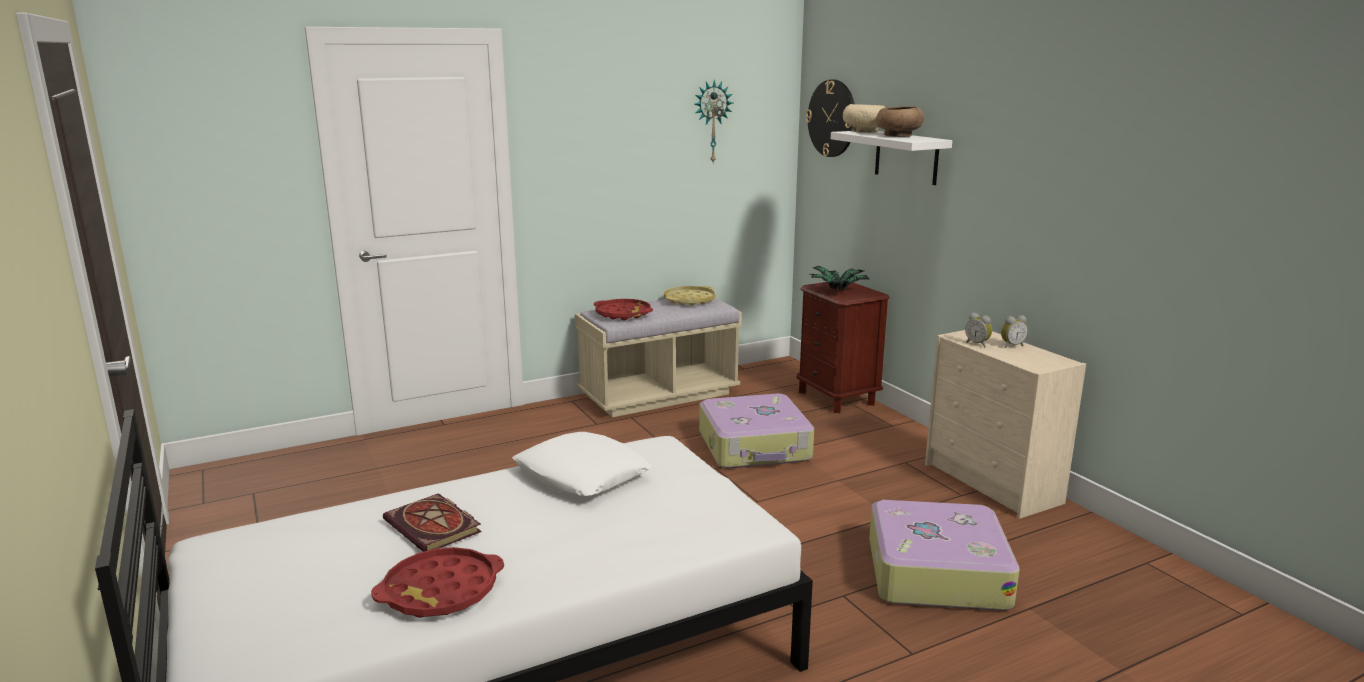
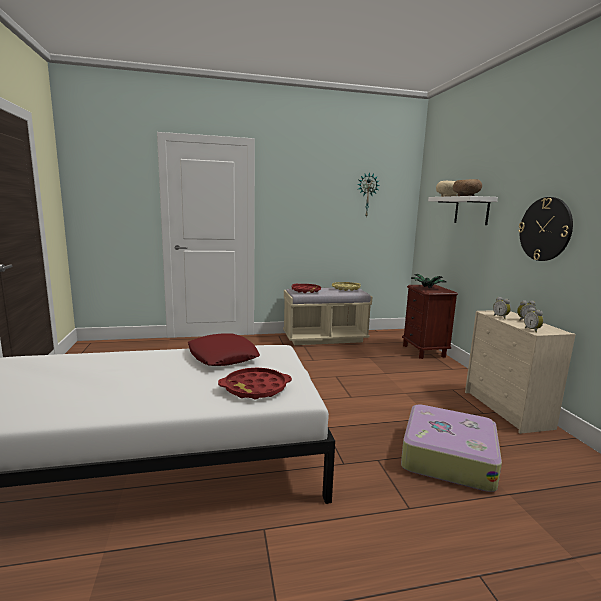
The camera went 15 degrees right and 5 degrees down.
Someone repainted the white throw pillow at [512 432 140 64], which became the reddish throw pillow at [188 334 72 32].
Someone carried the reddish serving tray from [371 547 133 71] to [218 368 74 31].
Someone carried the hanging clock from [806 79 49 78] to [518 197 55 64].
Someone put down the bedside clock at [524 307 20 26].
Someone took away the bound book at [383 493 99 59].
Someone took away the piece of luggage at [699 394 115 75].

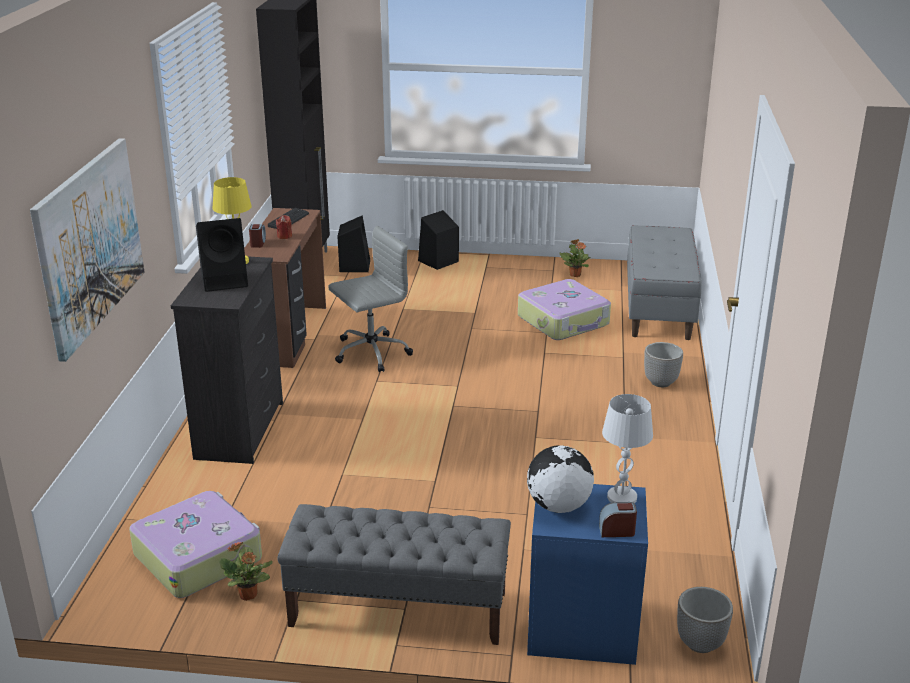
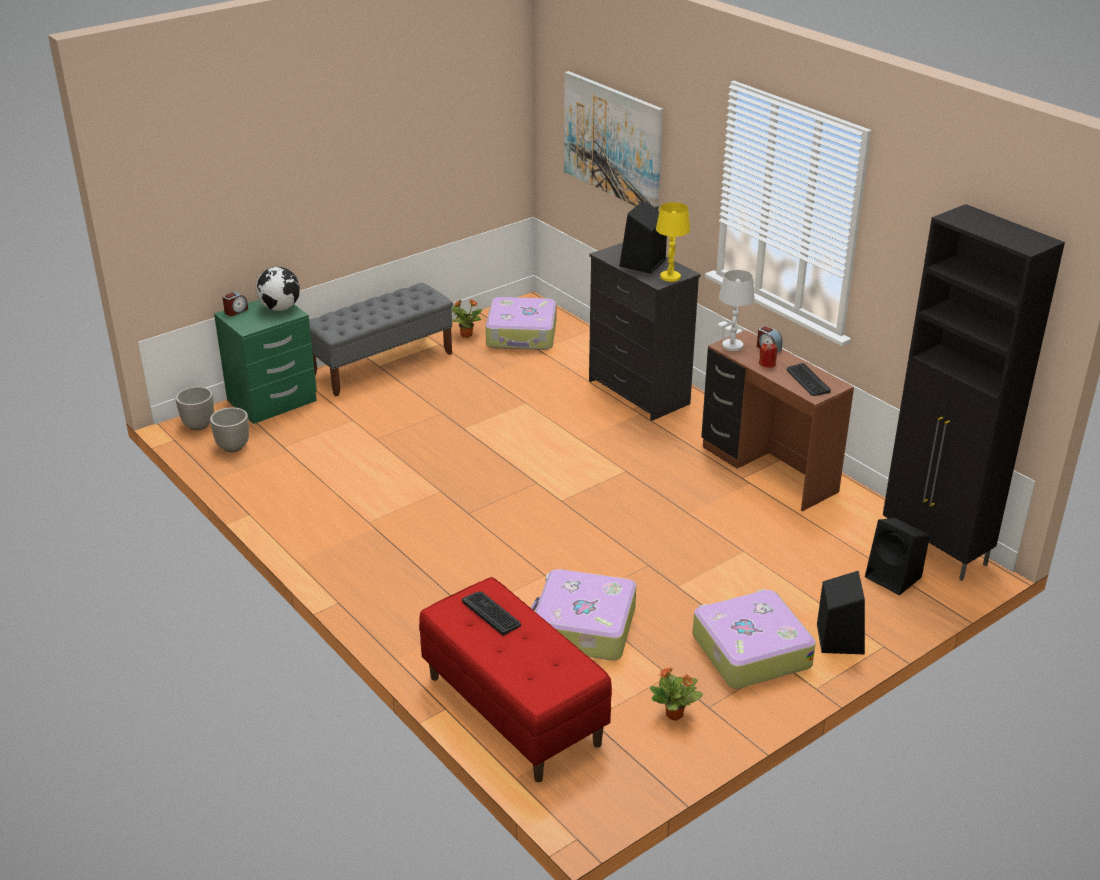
The camera went 135 degrees right and 5 degrees up.
Someone carried the planter from [644 342 39 45] to [210 407 39 45].
Someone repainted the blue-coloured night table at [527 484 121 181], which became the green-coloured night table at [214 300 103 124].
Someone repainted the gray long seat at [627 225 75 115], which became the reddish long seat at [419 577 193 205].
Someone put down the PC keyboard at [462 592 59 44].
Someone put down the piece of luggage at [692 589 124 100].
Someone carried the white tabletop lamp from [602 394 51 109] to [719 270 36 81].
Someone took away the gray computer chair at [328 226 85 146].

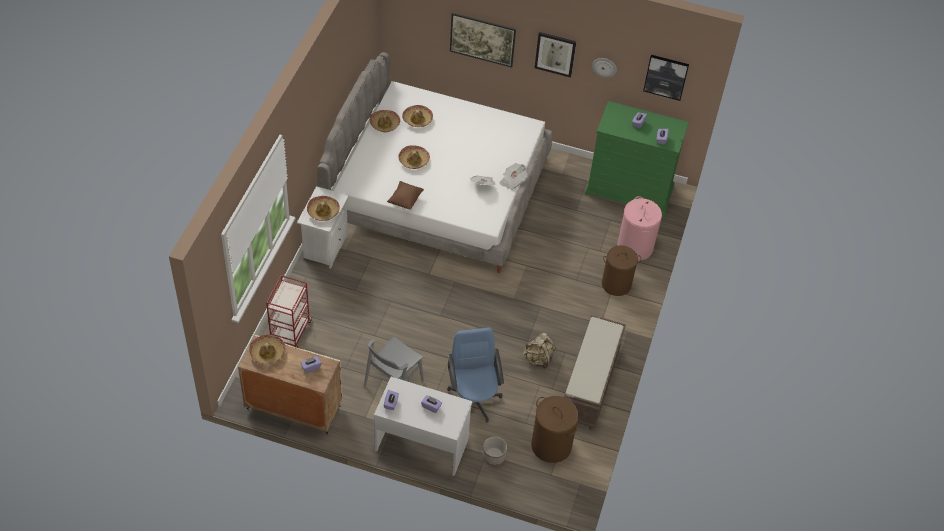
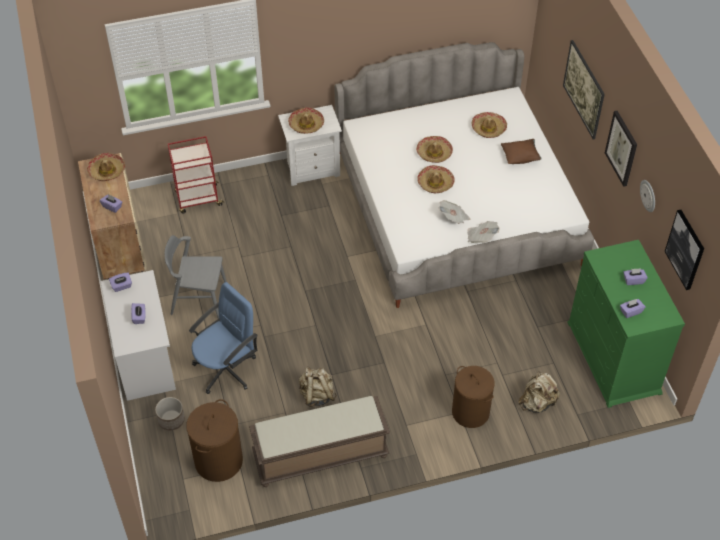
The camera went 60 degrees right and 0 degrees up.
Someone carried the hat from [370 110 31 22] to [417 165 38 28].
Someone carried the brownish throw pillow from [387 181 37 29] to [501 139 41 25].
Someone swapped the pinkish laundry basket at [617 196 45 65] for the beige backpack at [518 371 42 42].

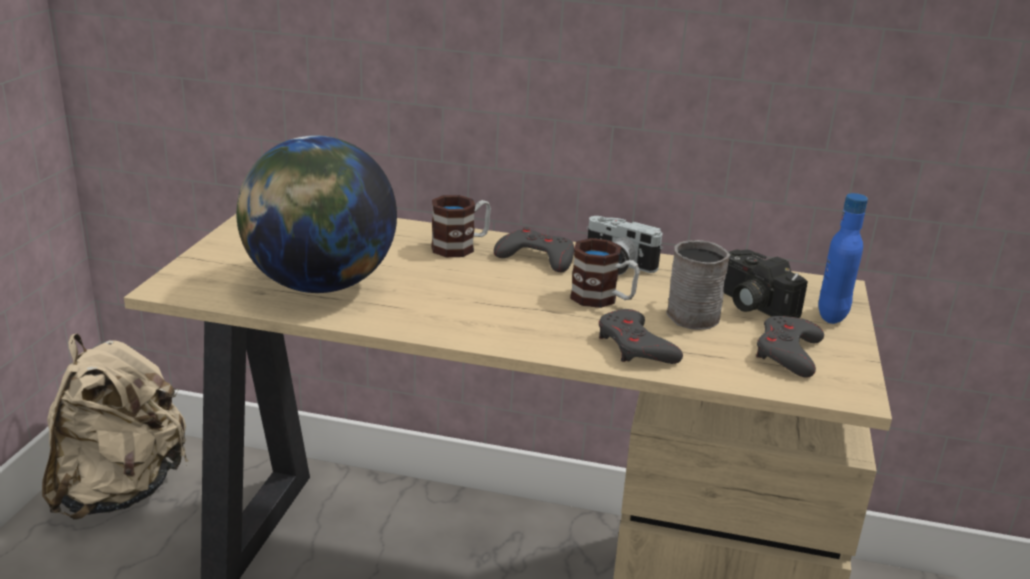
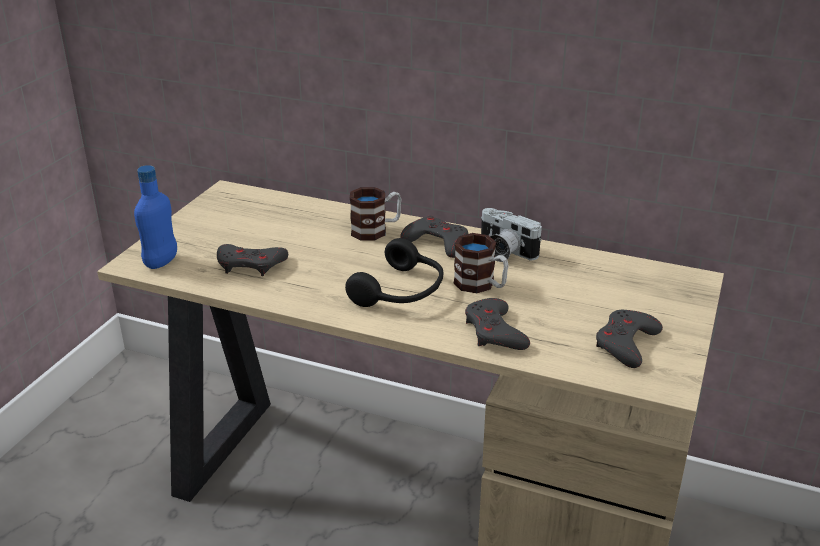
The camera went 10 degrees right and 5 degrees up.
Someone carried the blue-coloured beverage bottle from [818 193 50 131] to [134 165 43 104].
Someone swapped the desk globe at [236 135 161 158] for the gray gamepad at [217 244 71 32].
Someone put down the black pair of headphones at [345 238 98 69].
Someone took away the beige backpack at [42 333 147 187].
Someone took away the gray tea mug at [667 240 63 90].
Someone took away the photo camera at [723 249 85 69].

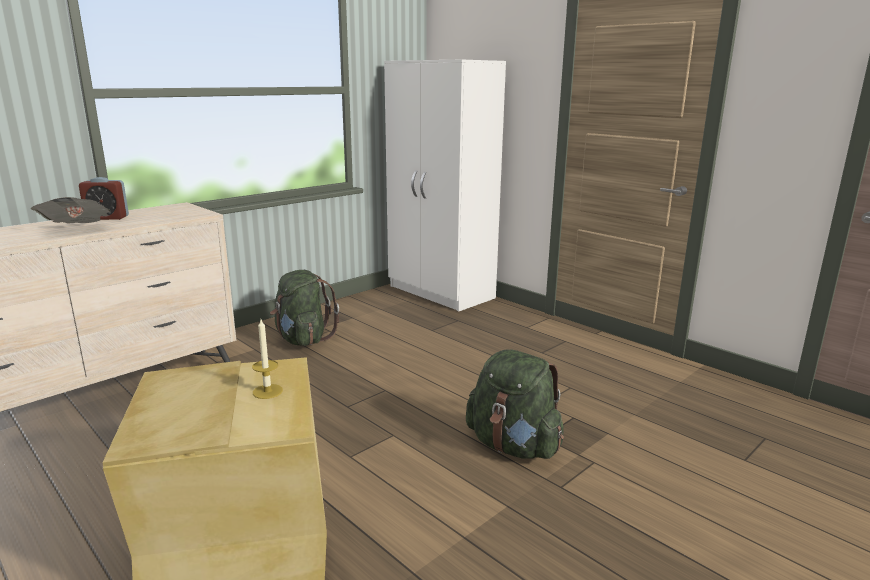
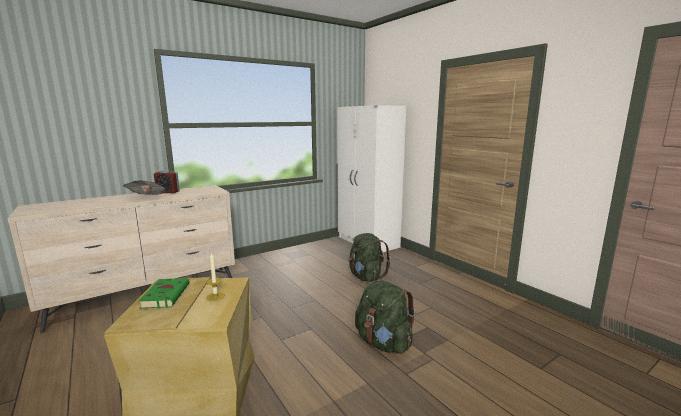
The camera went 10 degrees right and 5 degrees down.
Someone put down the green-coloured bound book at [139 278 50 30].
Someone carried the green-coloured backpack from [270 270 69 76] to [348 233 43 49].

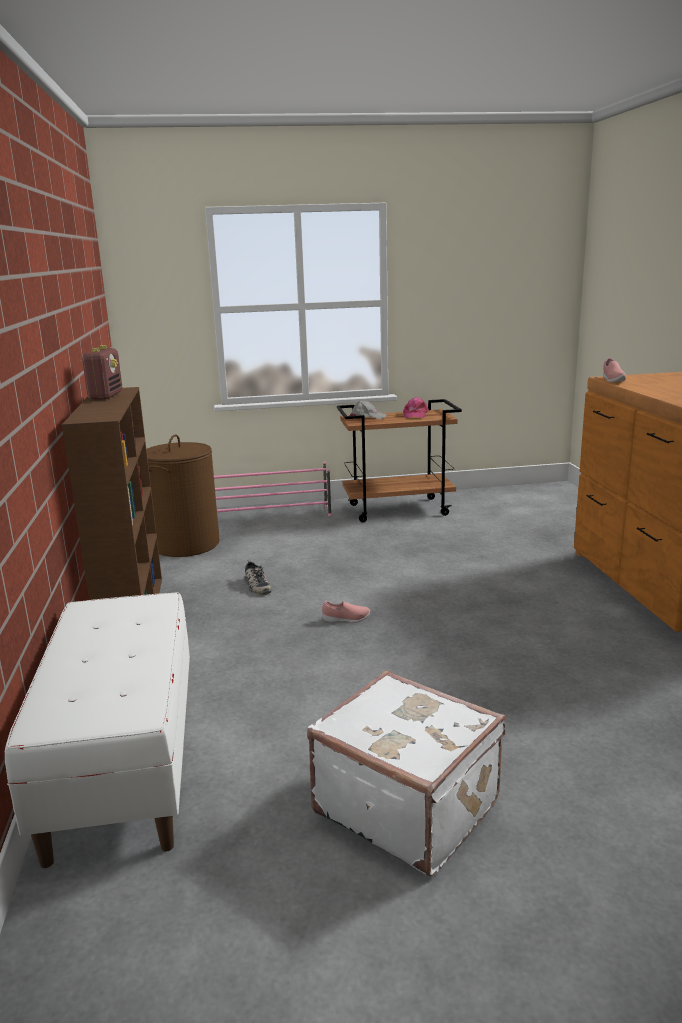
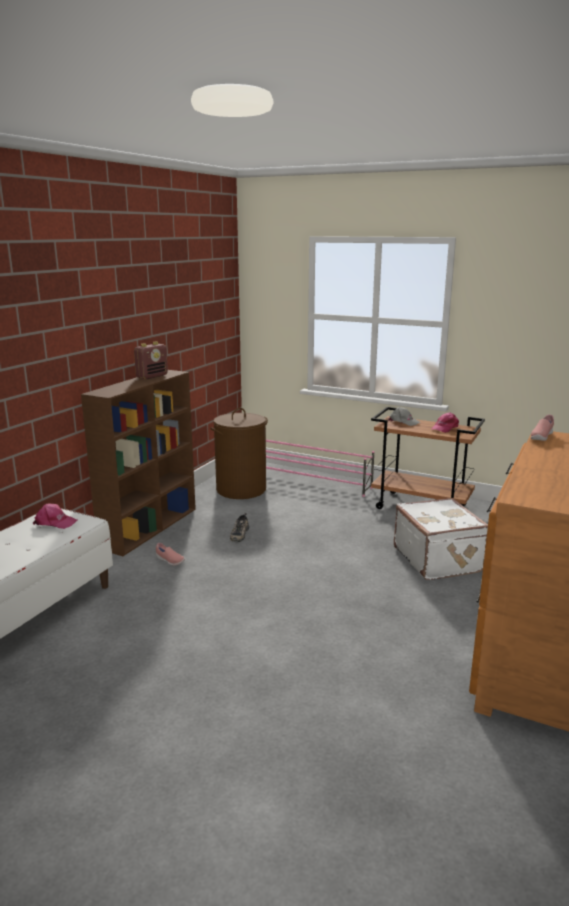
The camera went 35 degrees right and 0 degrees up.
Someone put down the pinkish baseball cap at [33 504 44 25].
Someone carried the pinkish low shoe from [322 601 48 22] to [156 543 29 22].
Someone carried the white piece of luggage from [307 671 199 206] to [394 498 94 82].

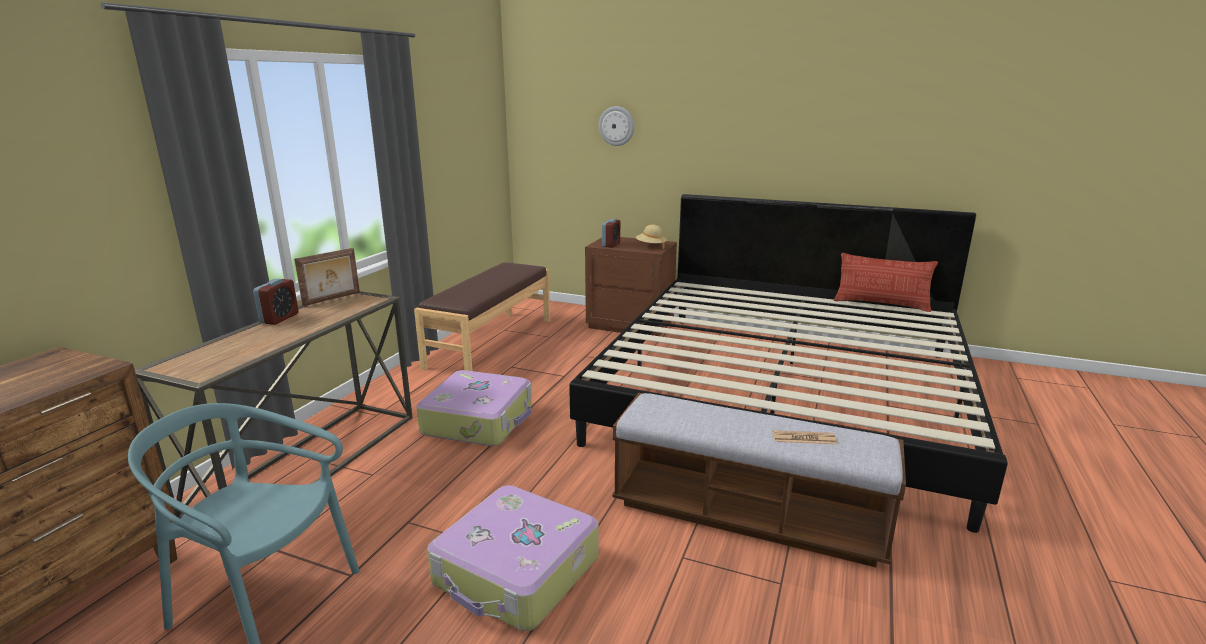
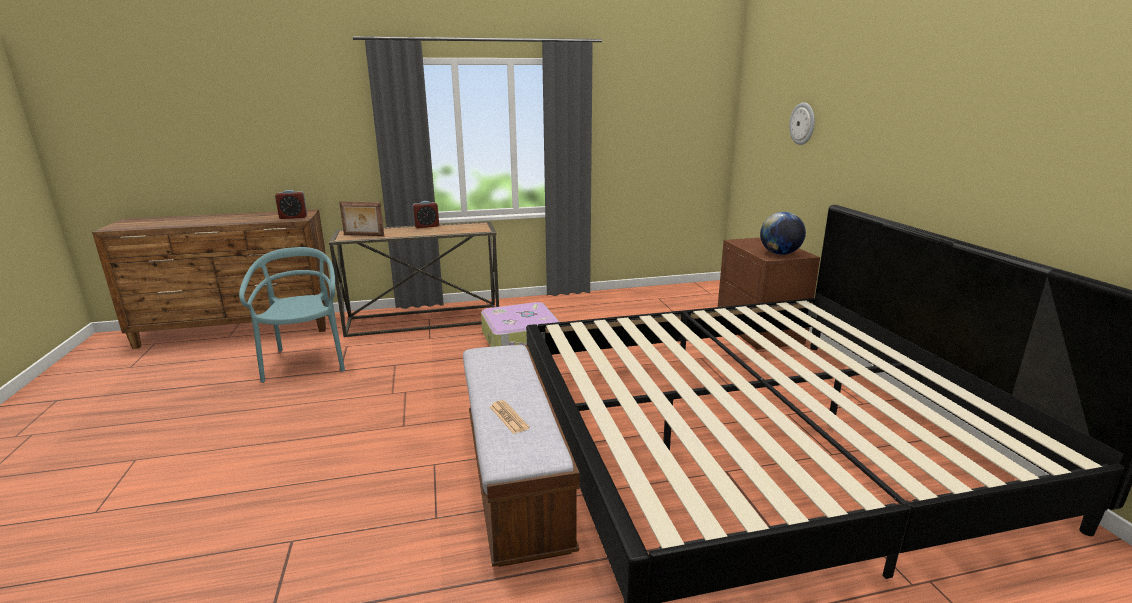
The camera went 55 degrees right and 0 degrees up.
Someone carried the bedside clock from [602 219 18 29] to [275 190 32 29].
Someone carried the photo frame from [294 248 66 58] to [339 201 45 35].
Someone swapped the beige hat at [636 225 31 24] for the desk globe at [760 212 46 43].
Someone took away the brownish long seat at [414 262 136 109].
Someone took away the piece of luggage at [427 485 172 146].
Someone took away the throw pillow at [834 253 104 59].

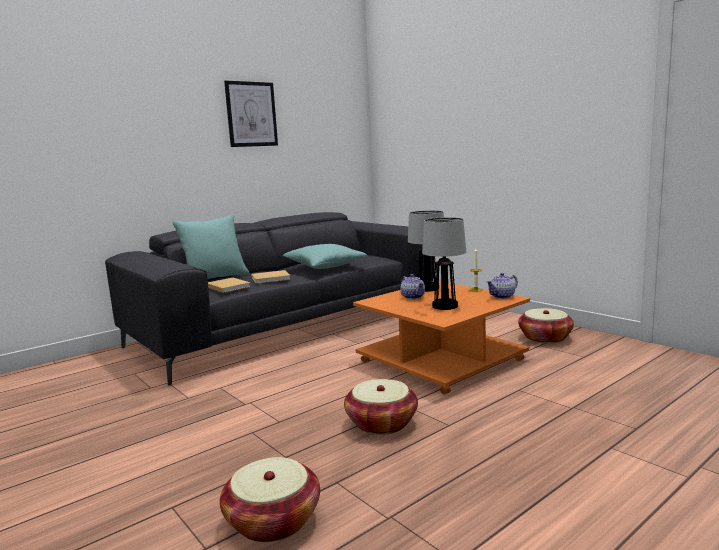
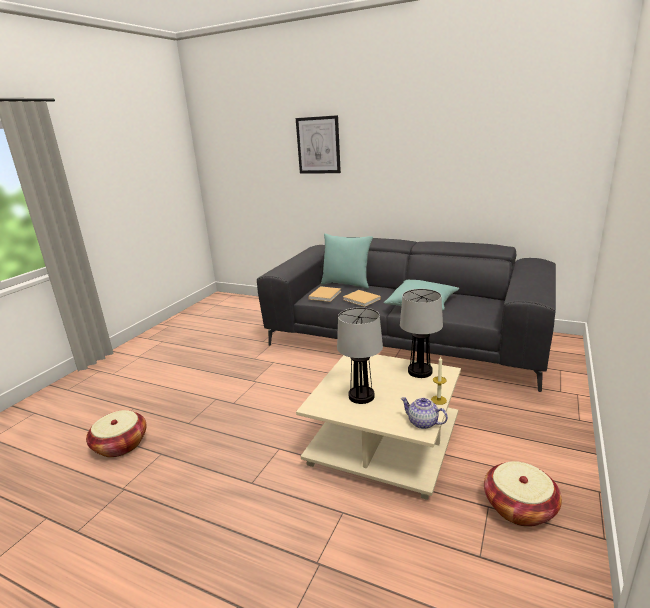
The camera went 65 degrees right and 10 degrees up.
Someone carried the picture from [224 81 54 66] to [296 115 45 59].
Someone repainted the orangey coffee table at [353 281 177 114], which became the beige coffee table at [296 354 165 146].
Someone took away the storage basket at [344 379 74 56].
Someone took away the pot for tea at [401 274 24 25].

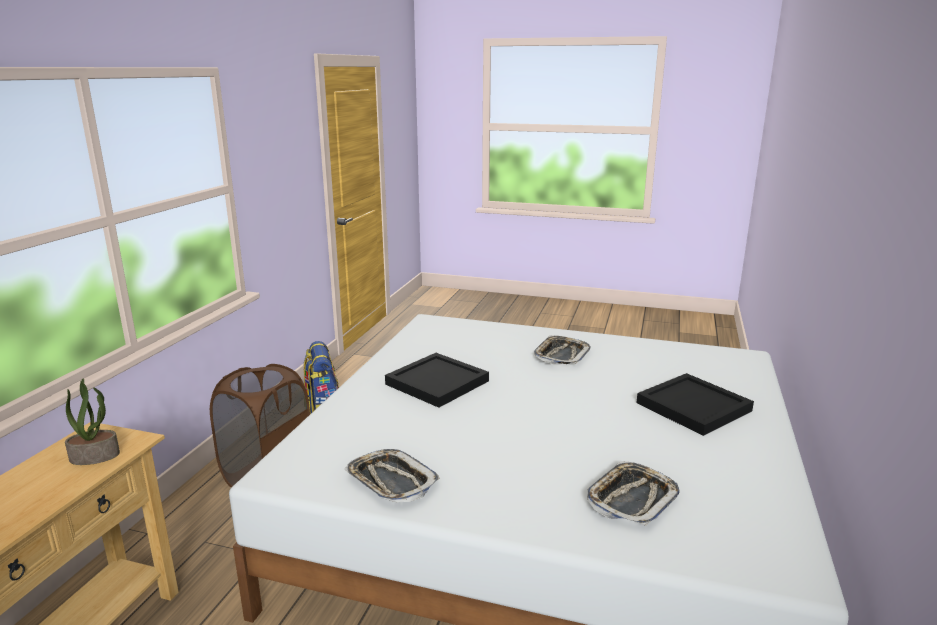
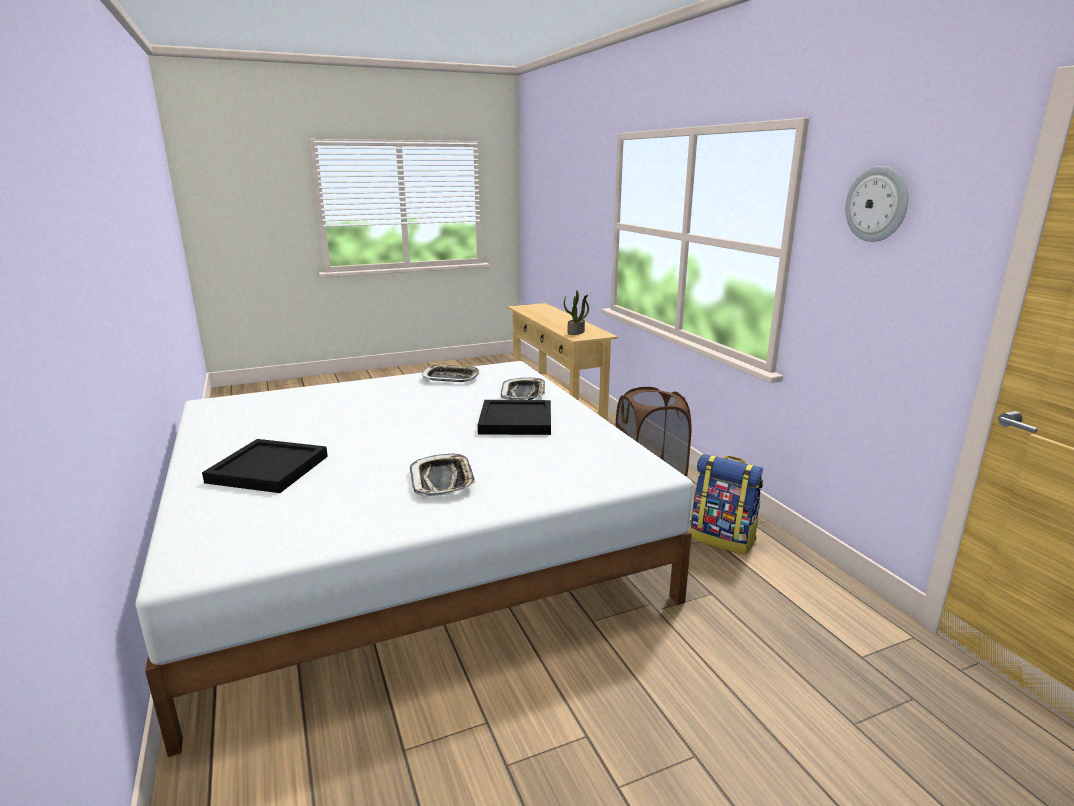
The camera went 140 degrees right and 0 degrees up.
Someone carried the serving tray from [587 461 93 65] to [501 378 44 22].
Someone put up the hanging clock at [845 166 63 76].

